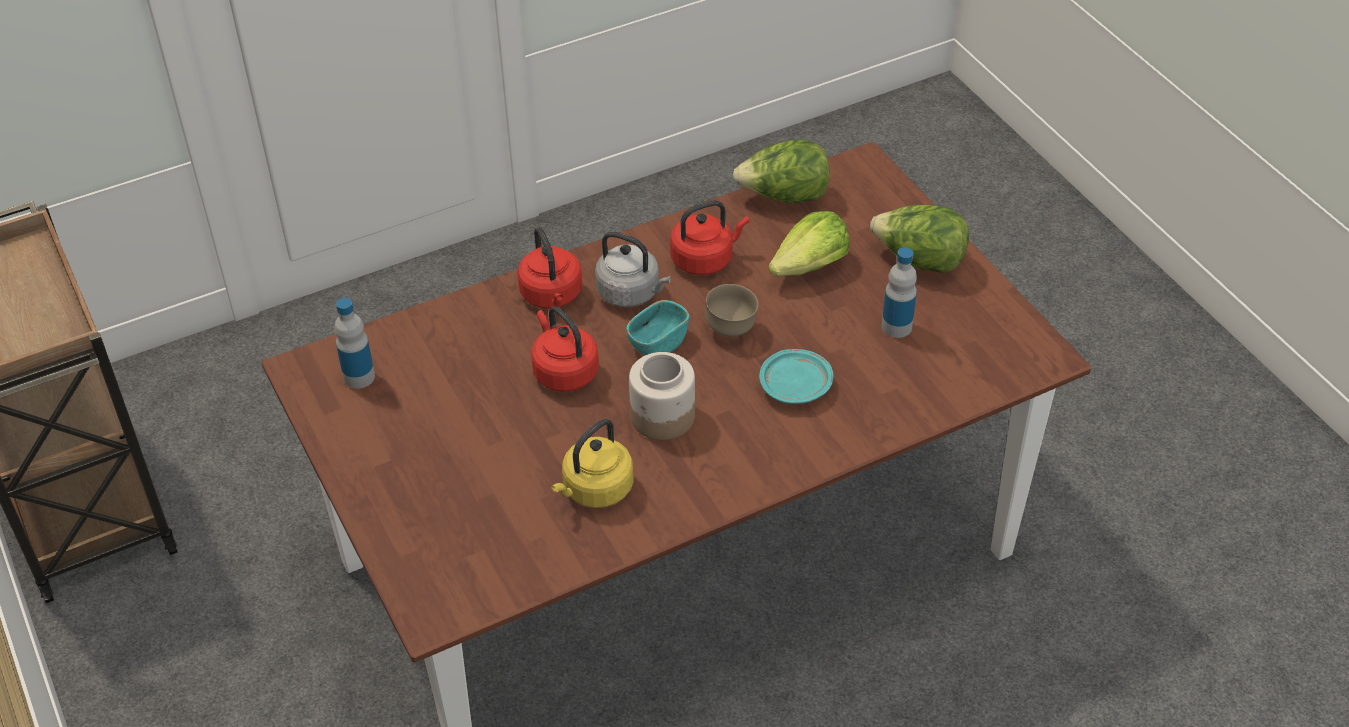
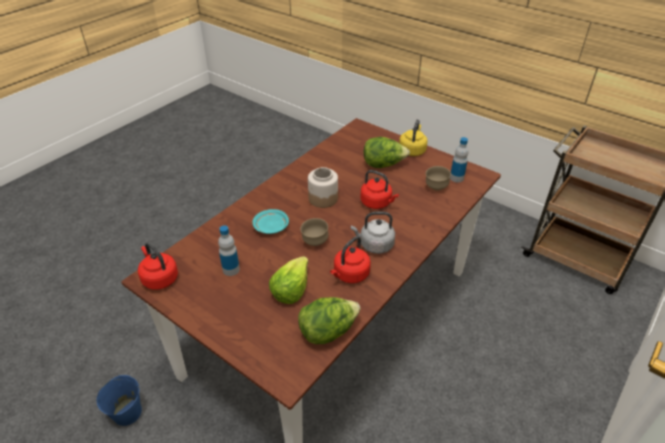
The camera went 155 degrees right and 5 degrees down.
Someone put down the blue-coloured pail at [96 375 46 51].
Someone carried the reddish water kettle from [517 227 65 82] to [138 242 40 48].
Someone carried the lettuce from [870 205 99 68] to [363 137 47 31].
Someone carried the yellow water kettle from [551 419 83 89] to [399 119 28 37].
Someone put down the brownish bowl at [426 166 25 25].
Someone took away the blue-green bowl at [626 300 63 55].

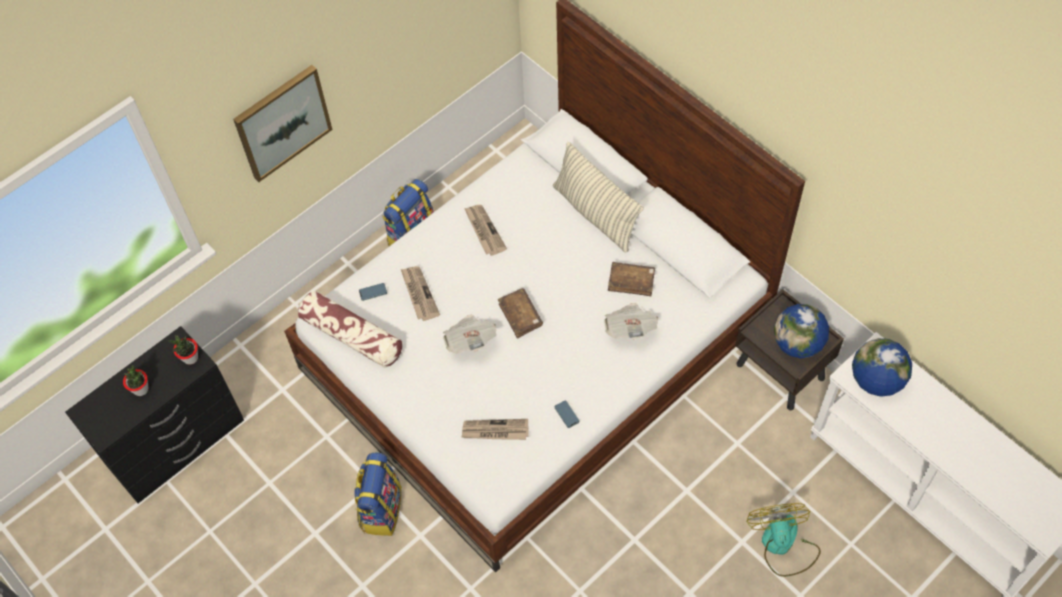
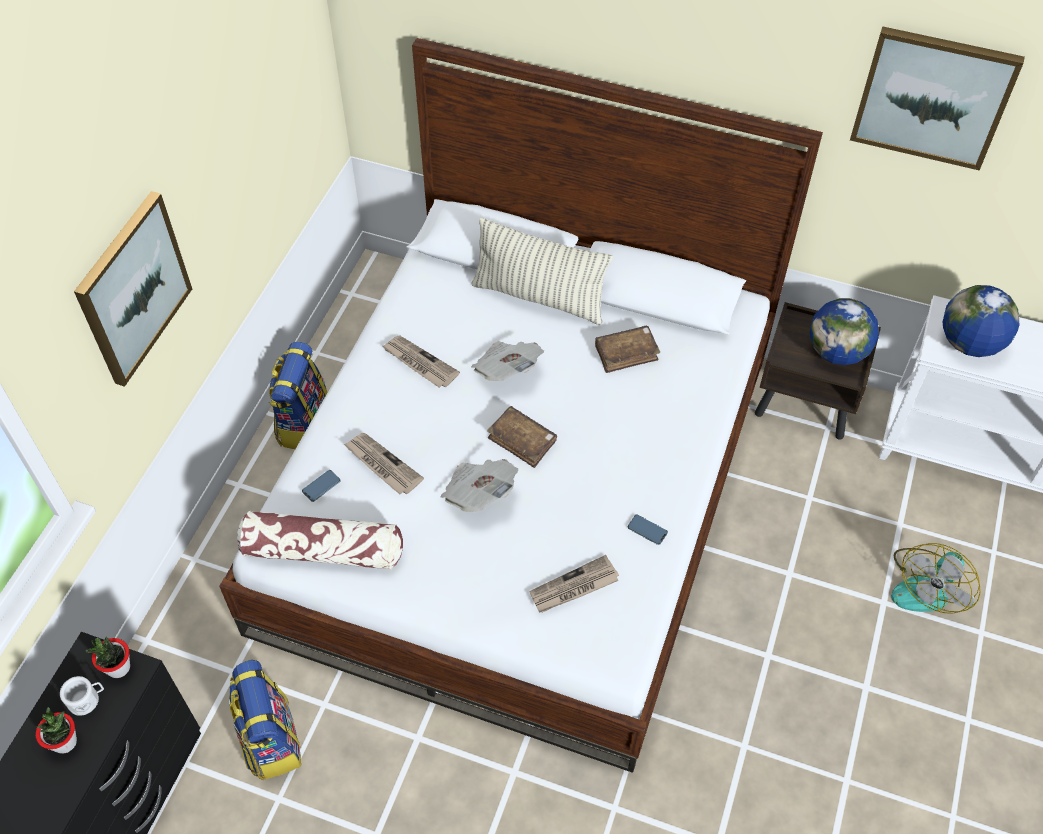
The camera went 30 degrees left and 5 degrees down.
Someone put down the white tea mug at [60 676 44 40].
Someone carried the backpack from [354 453 48 83] to [229 660 72 120].
Someone carried the daily paper from [604 303 54 37] to [471 342 73 39].
Someone put up the picture at [850 26 175 145].
Someone rotated the cooling fan at [746 503 75 74] by 105 degrees counterclockwise.

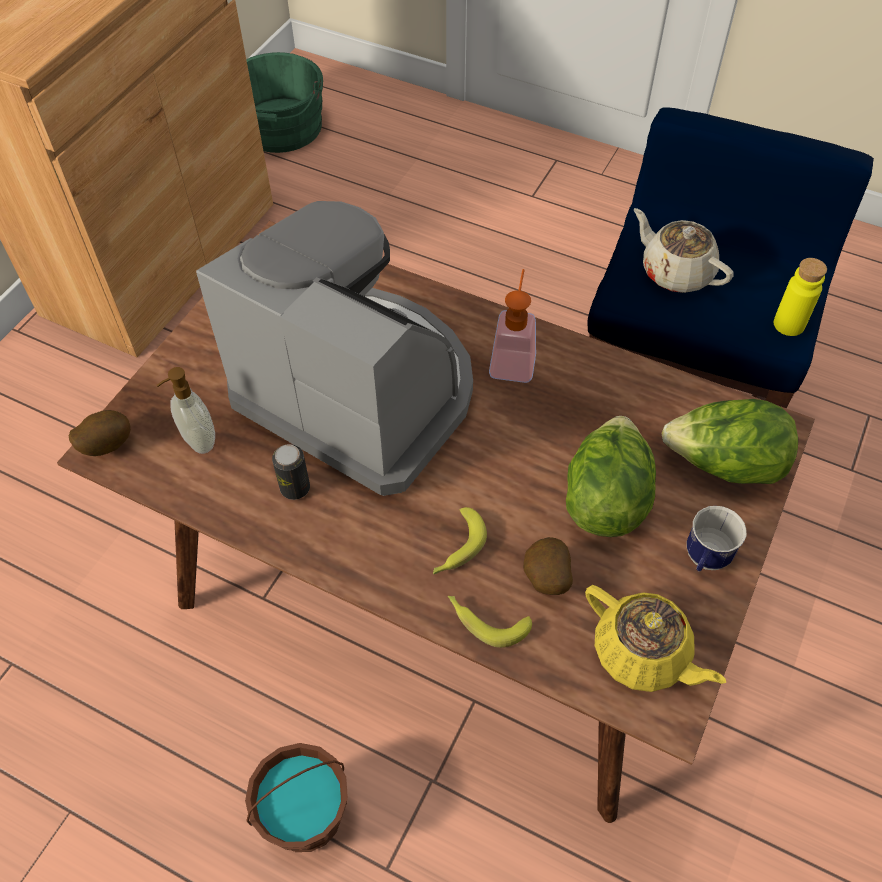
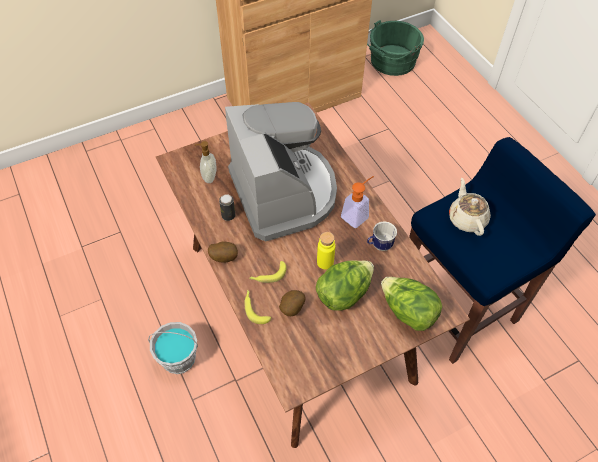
The camera went 35 degrees right and 0 degrees up.
Someone repainted the brownish pail at [245 743 103 109], which became the gray pail at [148 322 50 52].
Someone carried the spud from [69 410 62 46] to [208 241 30 21].
Someone carried the yellow beverage bottle from [773 258 54 78] to [317 232 18 37].
Someone carried the tea mug from [686 506 61 66] to [367 222 30 29].
Someone took away the yellow pot for tea at [585 585 141 107].

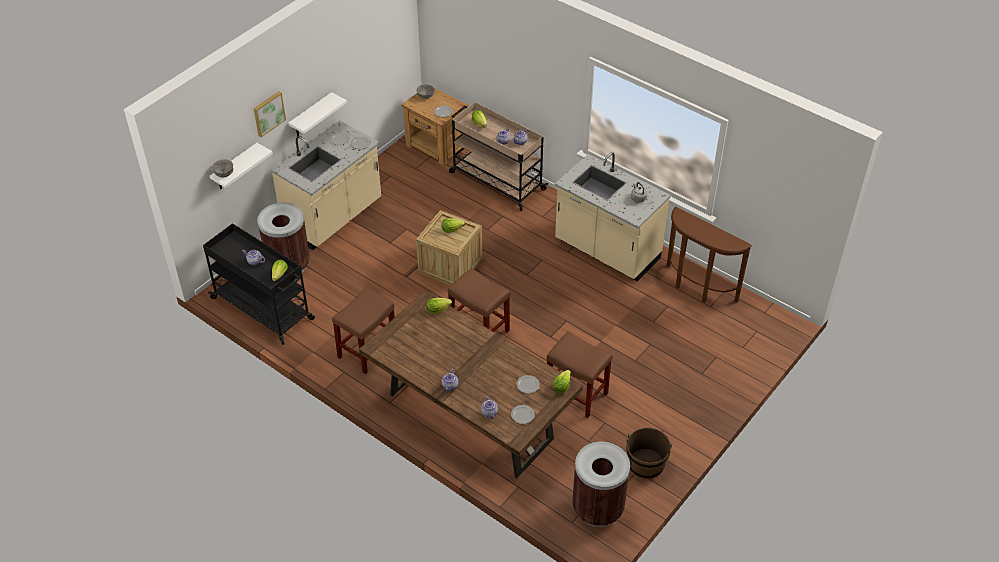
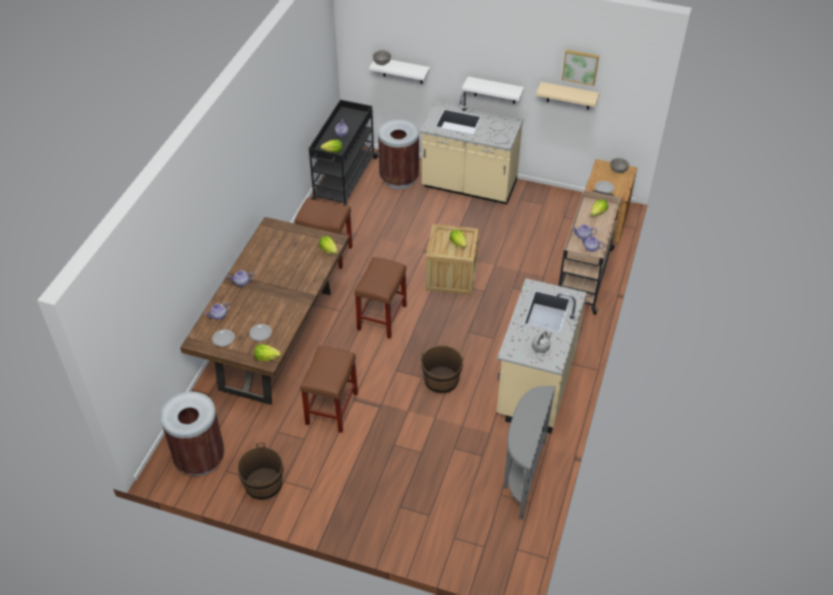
The camera went 70 degrees right and 0 degrees up.
Someone put down the brownish pail at [421 345 43 49].
Someone repainted the brownish console table at [667 207 85 96], which became the gray console table at [503 386 52 134].
Someone put up the beige bracket shelf at [536 82 64 28].
Someone carried the picture from [253 91 33 46] to [562 50 37 36].

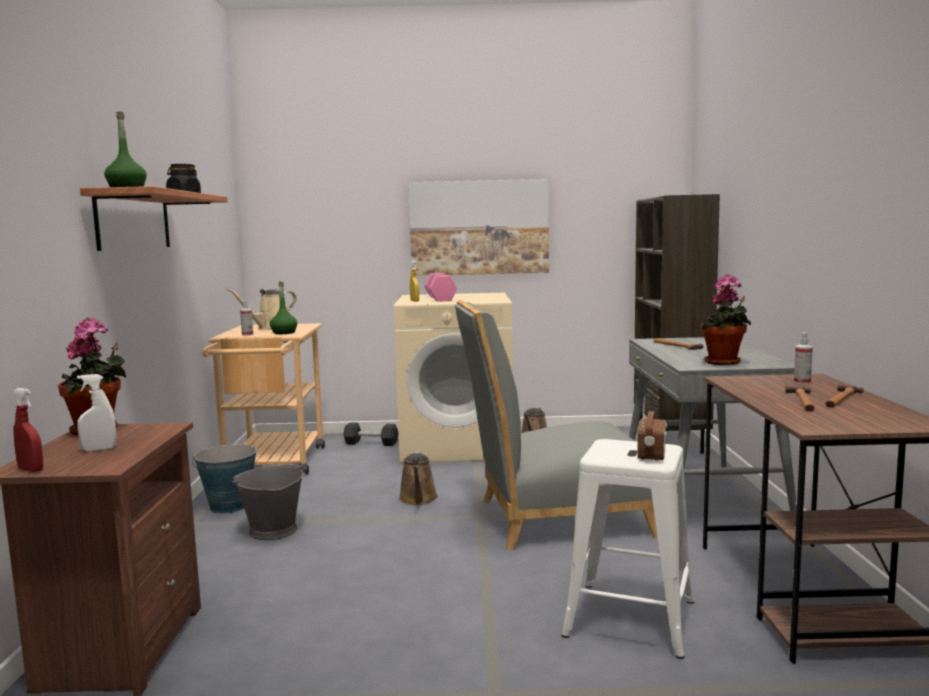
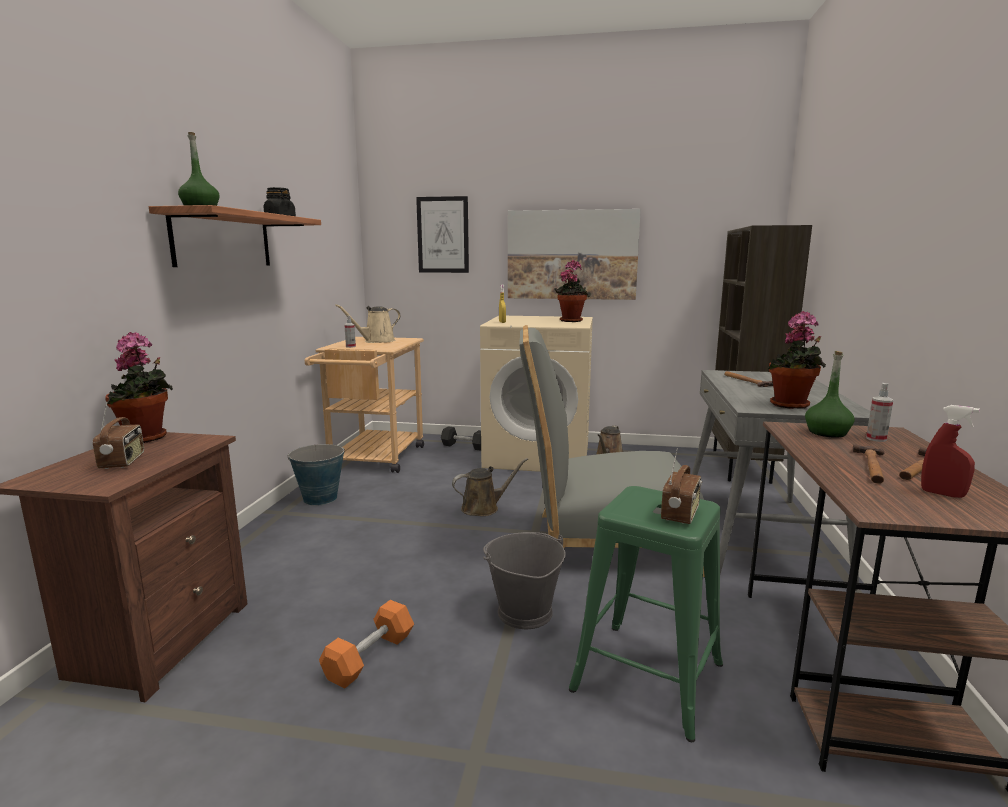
The camera went 10 degrees right and 5 degrees up.
Someone swapped the white sprayer at [77 374 39 77] for the radio set at [93 402 51 67].
Someone put down the orangey hand weight at [319 600 95 89].
Someone put up the picture at [416 196 53 77].
Someone rotated the brownish sprinkling can at [399 451 39 54] by 120 degrees counterclockwise.
Someone carried the gray pail from [232 463 72 77] to [483 532 83 97].
Someone put down the potted plant at [554 260 37 62].
Someone repainted the white stool seat at [561 439 133 220], which became the green-coloured stool seat at [569 486 154 256].
Someone carried the green-coloured beverage bottle from [270 281 27 53] to [805 351 50 87].
Someone carried the reddish sprayer from [13 388 30 84] to [921 405 59 93].
Someone took away the pinkish hand weight at [424 273 33 29].

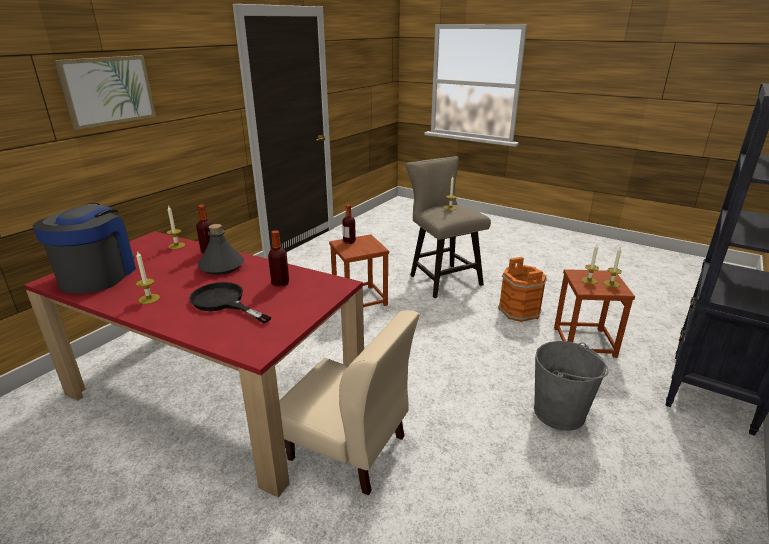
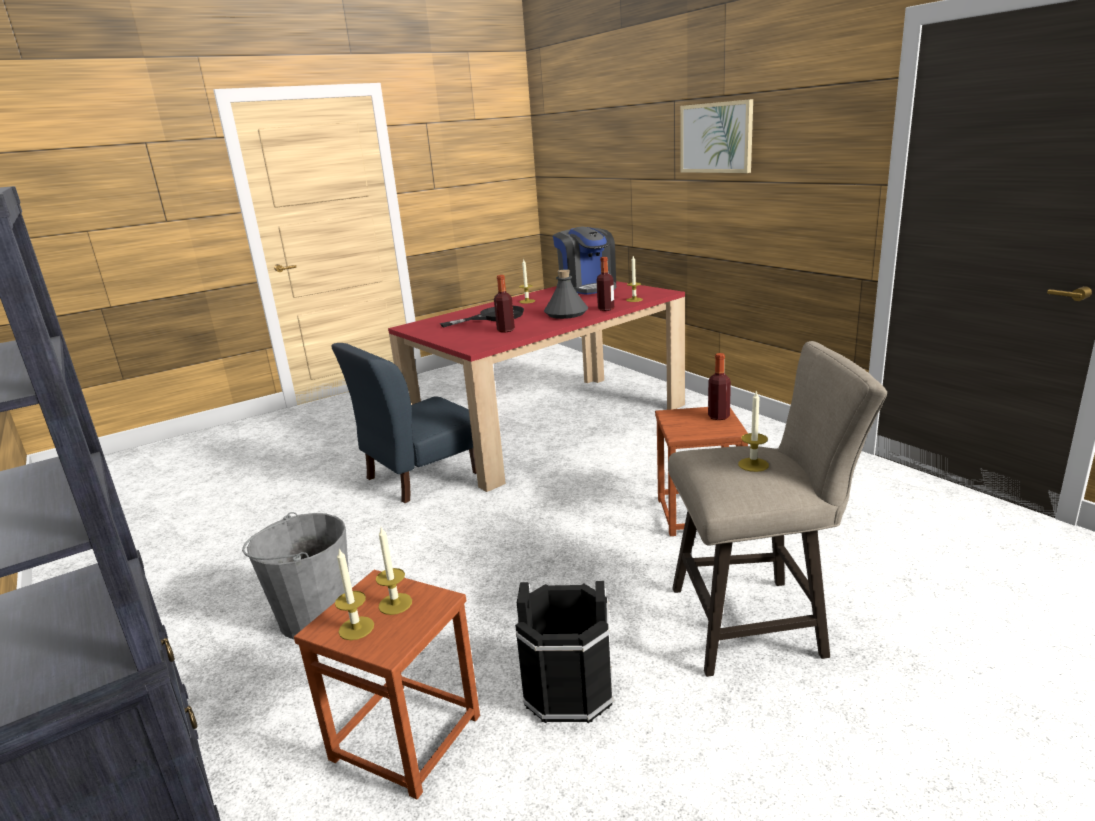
The camera went 115 degrees right and 5 degrees down.
Someone repainted the beige chair at [279 311 140 185], which became the blue-coloured chair at [332 343 145 160].
Someone repainted the orangey pail at [498 257 49 65], which became the black pail at [515 581 98 142].
Someone rotated the coffee maker at [32 203 104 91] by 45 degrees clockwise.

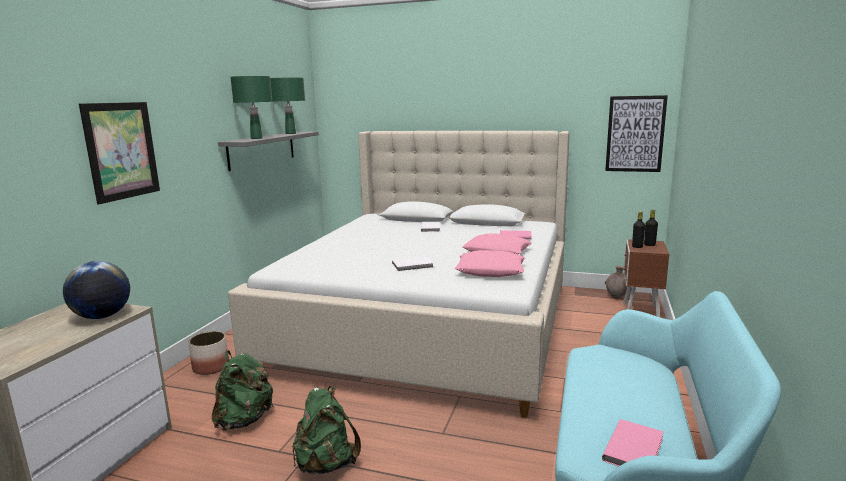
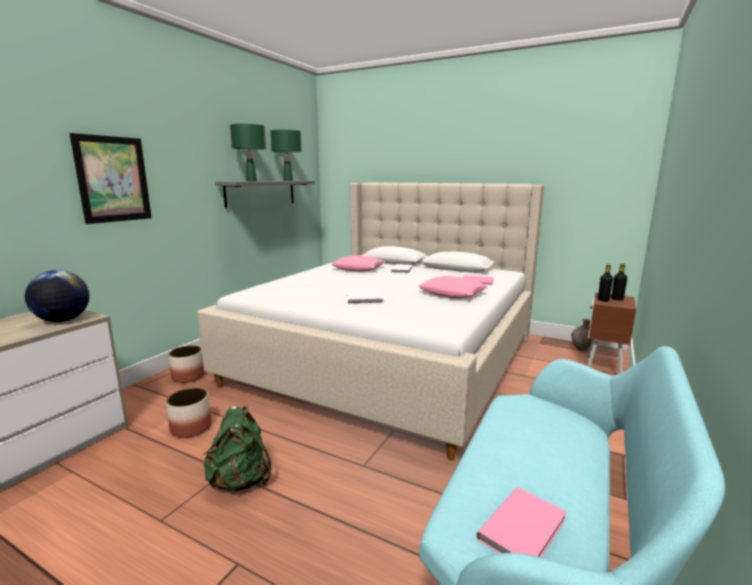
The camera went 10 degrees right and 0 degrees up.
Someone swapped the green-coloured backpack at [212 350 62 81] for the planter at [166 388 45 50].
Someone carried the pinkish throw pillow from [455 250 70 27] to [331 255 54 17].
Someone took away the picture at [605 95 63 77].

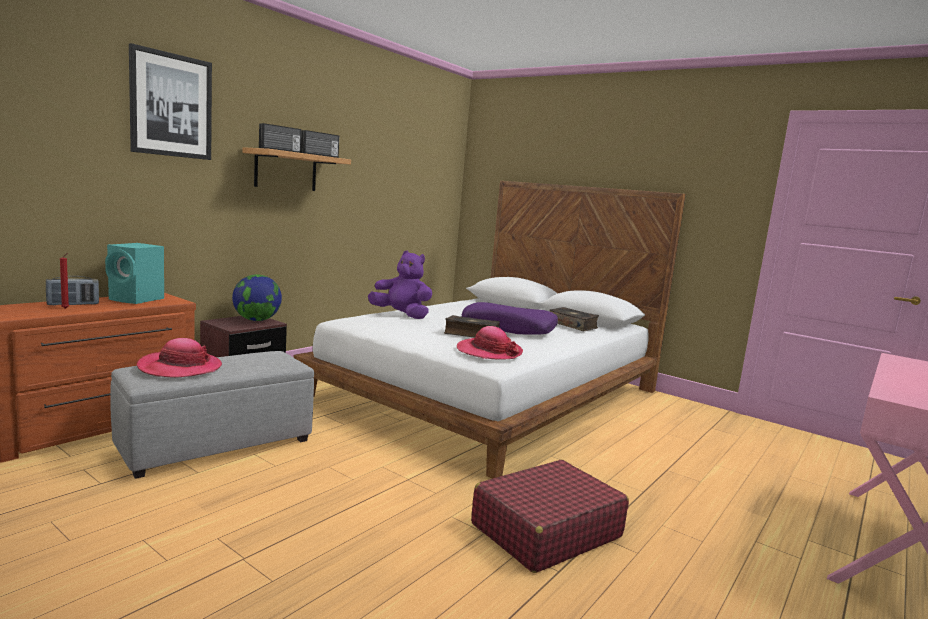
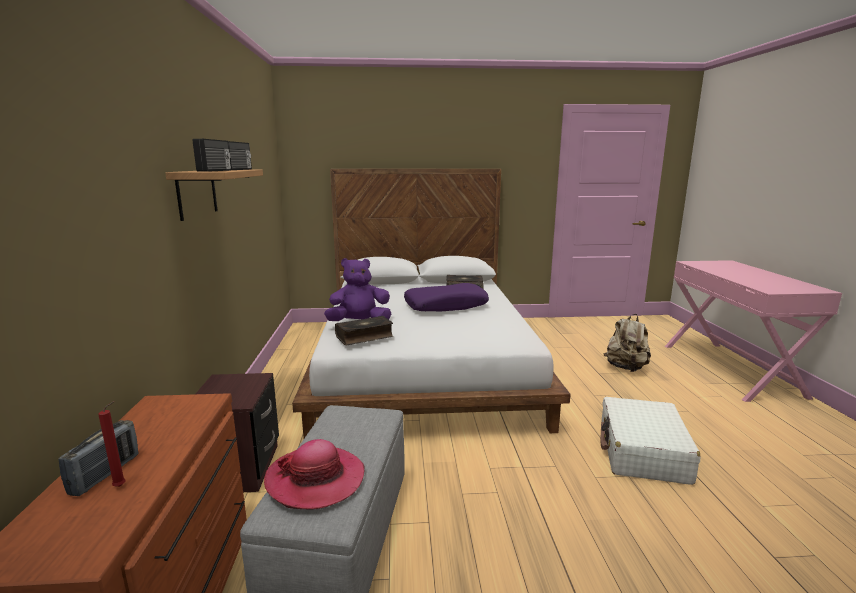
The camera went 40 degrees left and 5 degrees up.
Someone carried the bound book from [444 315 56 23] to [335 316 58 29].
Someone repainted the reddish piece of luggage at [471 460 158 113], which became the white piece of luggage at [600 397 101 88].
Someone put down the beige backpack at [604 314 47 58].
Someone took away the blue-green audio speaker at [105 243 59 61].
Someone took away the picture at [129 43 83 117].
Someone took away the desk globe at [232 274 50 47].
Someone took away the hat at [457 326 66 34].

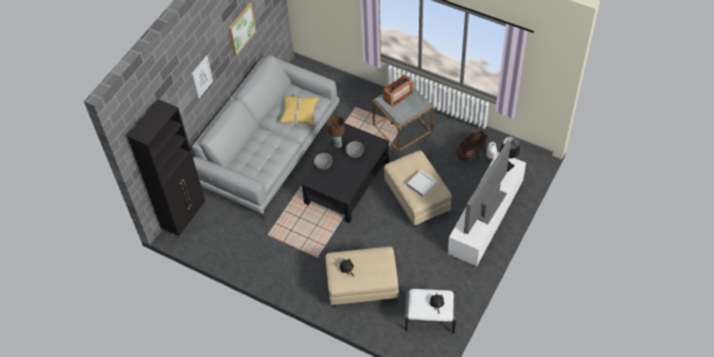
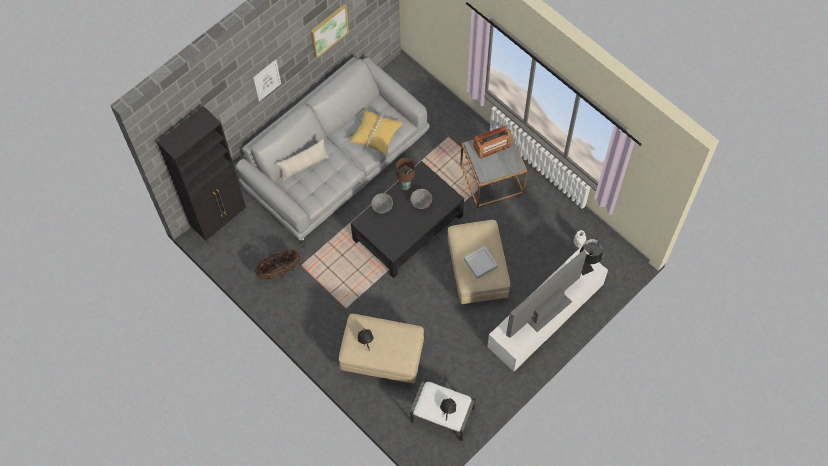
The camera went 15 degrees right and 10 degrees up.
Someone carried the storage basket from [456 131 32 30] to [255 250 45 30].
Someone put down the beige throw pillow at [276 139 53 42].

